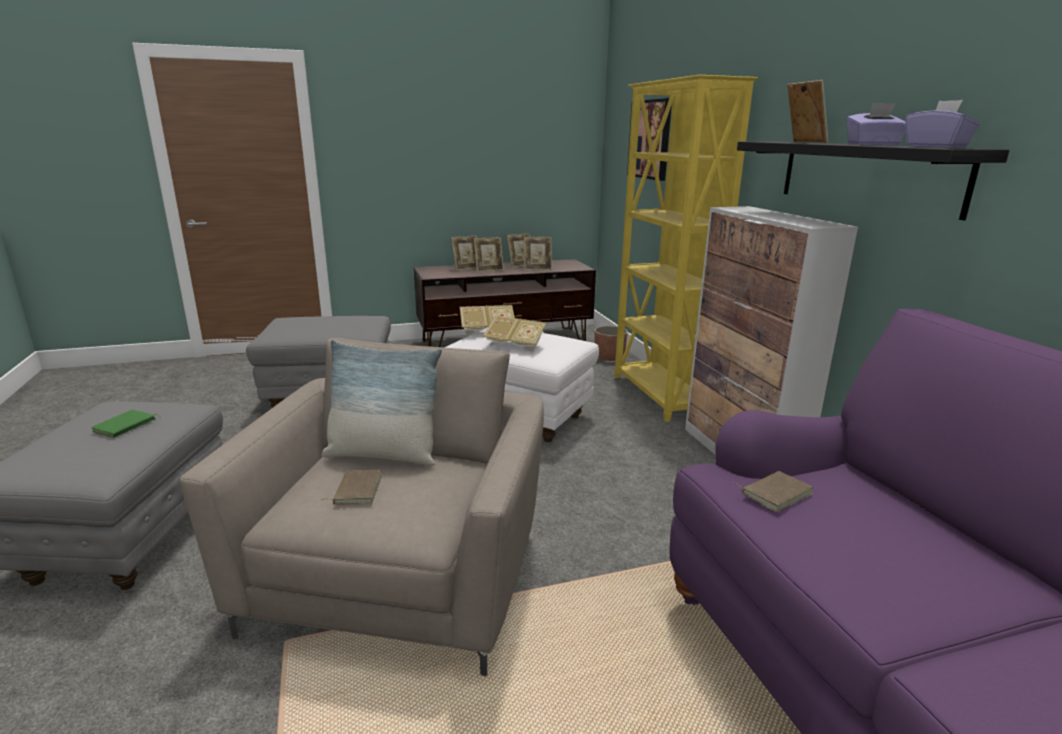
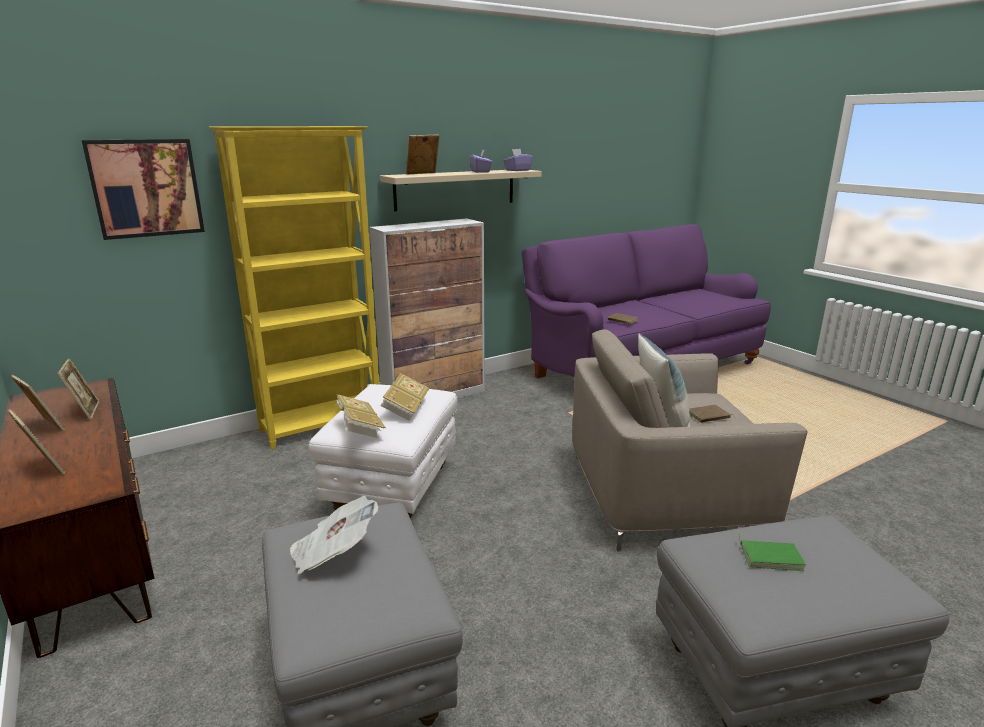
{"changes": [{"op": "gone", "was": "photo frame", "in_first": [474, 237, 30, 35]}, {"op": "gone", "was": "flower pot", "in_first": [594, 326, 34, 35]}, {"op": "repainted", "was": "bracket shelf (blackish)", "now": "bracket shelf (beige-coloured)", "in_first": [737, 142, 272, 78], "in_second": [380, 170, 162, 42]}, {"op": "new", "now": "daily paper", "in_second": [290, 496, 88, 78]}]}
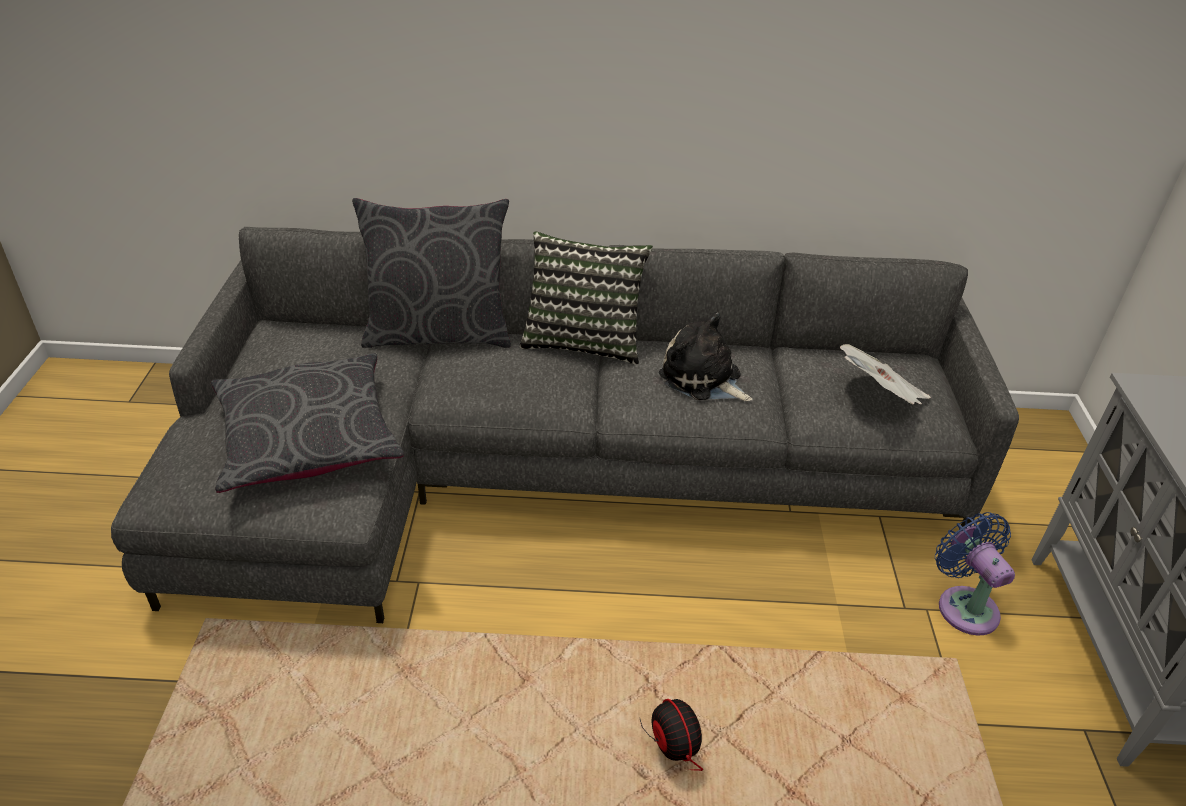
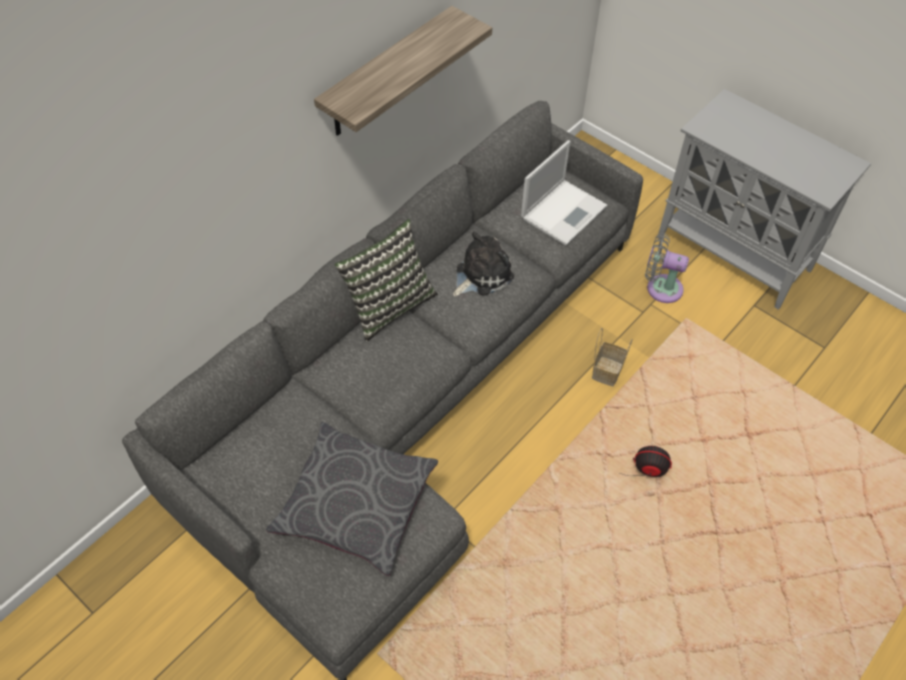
{"changes": [{"op": "gone", "was": "cushion (gray)", "in_first": [352, 198, 159, 150]}, {"op": "rotated", "was": "soft toy", "in_first": [659, 312, 93, 89], "in_second": [453, 232, 61, 65], "clockwise": 150}, {"op": "swapped", "was": "daily paper", "now": "notebook computer", "in_first": [840, 344, 91, 60], "in_second": [521, 140, 86, 105]}, {"op": "repainted", "was": "fan (blue)", "now": "fan (gray)", "in_first": [935, 512, 80, 124], "in_second": [645, 233, 44, 70]}, {"op": "new", "now": "bracket shelf", "in_second": [314, 6, 178, 130]}, {"op": "new", "now": "basket", "in_second": [592, 328, 40, 58]}]}
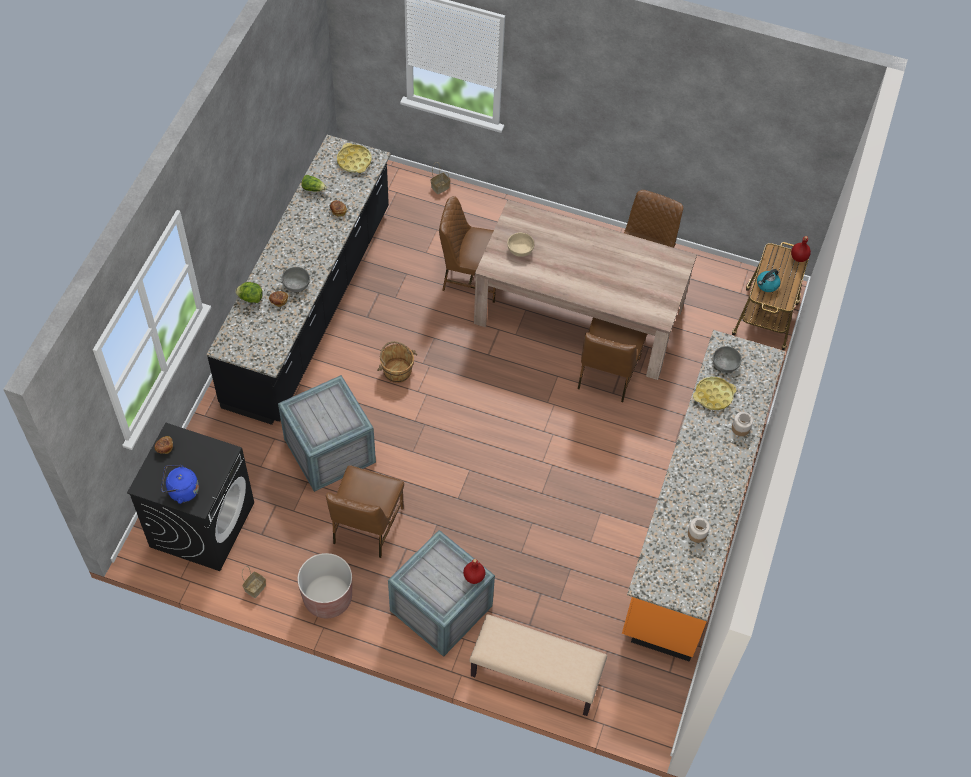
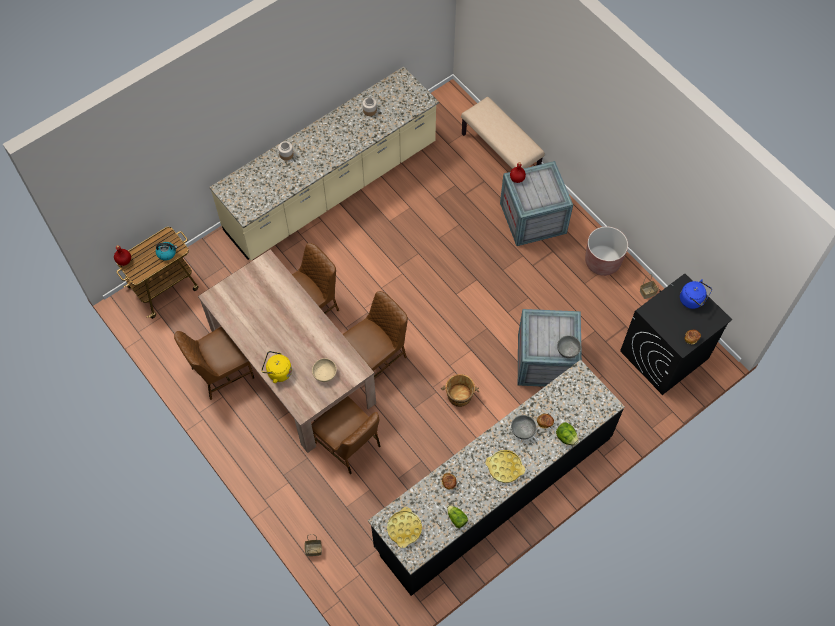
{"changes": [{"op": "shifted", "was": "upright chair (brown-coloured)", "in_first": [326, 465, 78, 93], "in_second": [342, 291, 66, 87]}, {"op": "repainted", "was": "kitchen base unit (orange-coloured)", "now": "kitchen base unit (beige-coloured)", "in_first": [622, 330, 163, 332], "in_second": [209, 67, 230, 193]}, {"op": "shifted", "was": "carrying tray (yellow)", "in_first": [693, 377, 43, 33], "in_second": [486, 450, 39, 33]}, {"op": "shifted", "was": "bowl (gray)", "in_first": [713, 346, 28, 27], "in_second": [557, 335, 24, 23]}, {"op": "new", "now": "tea kettle (yellow)", "in_second": [261, 351, 31, 32]}]}
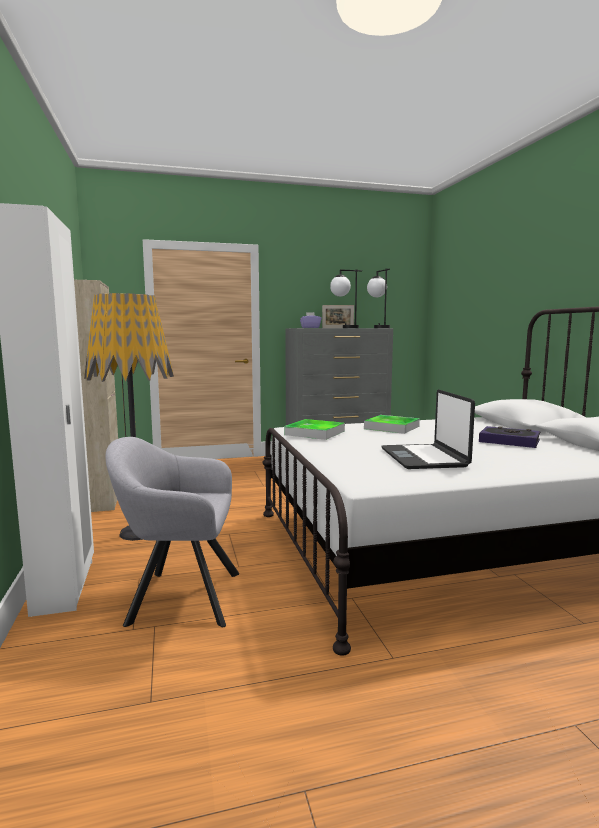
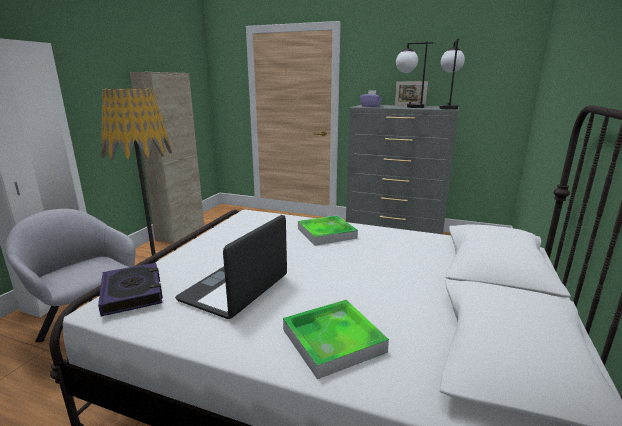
{"changes": [{"op": "shifted", "was": "carrying tray", "in_first": [284, 419, 61, 21], "in_second": [283, 300, 106, 79]}, {"op": "shifted", "was": "volume", "in_first": [479, 426, 61, 22], "in_second": [98, 263, 65, 54]}]}
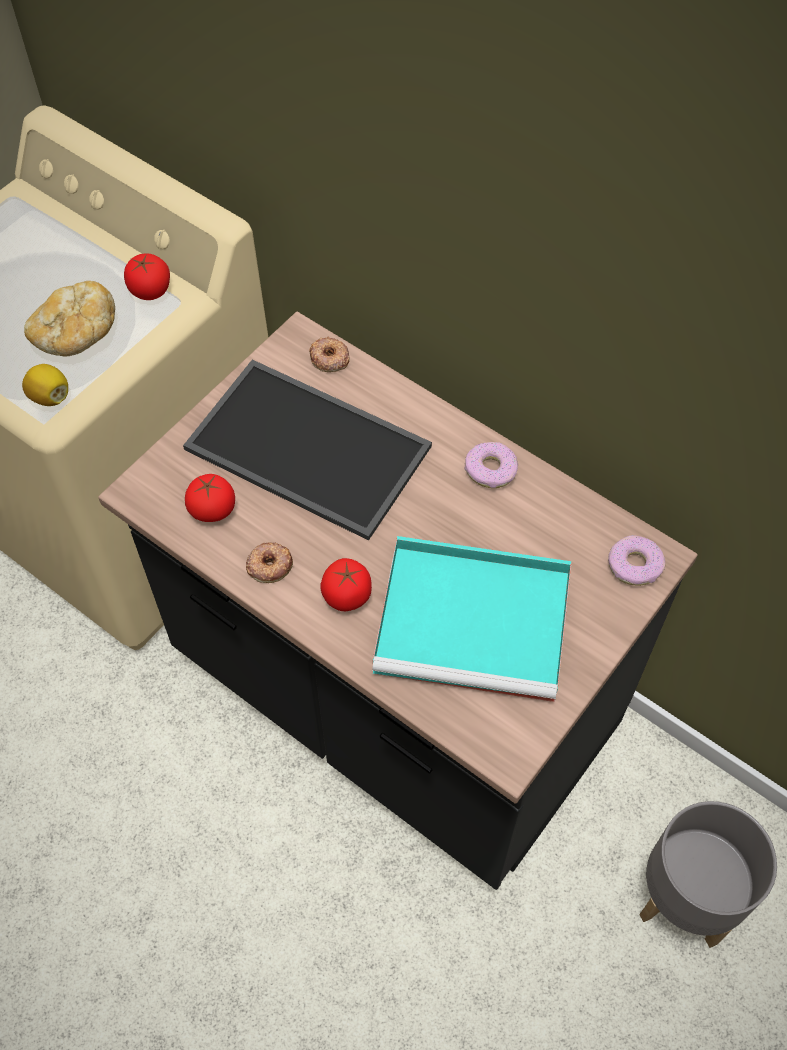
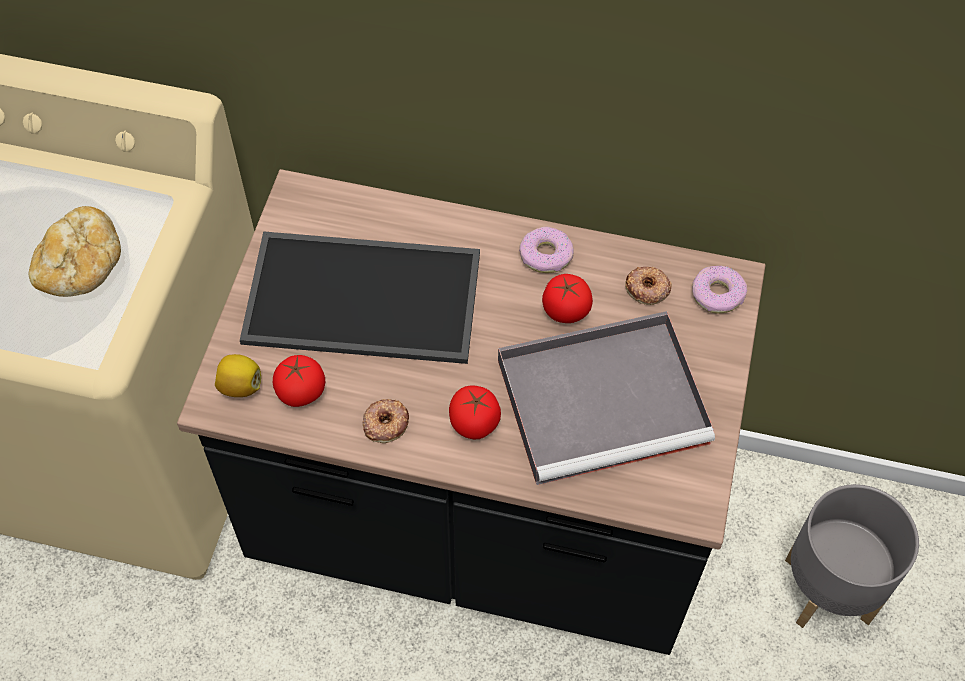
{"changes": [{"op": "shifted", "was": "lemon", "in_first": [22, 364, 46, 42], "in_second": [215, 354, 46, 43]}, {"op": "shifted", "was": "tomato", "in_first": [124, 254, 46, 46], "in_second": [542, 274, 51, 49]}, {"op": "shifted", "was": "donut", "in_first": [309, 337, 41, 35], "in_second": [625, 267, 47, 38]}, {"op": "repainted", "was": "carrying tray (turquoise)", "now": "carrying tray (gray)", "in_first": [372, 536, 200, 166], "in_second": [498, 311, 217, 174]}]}
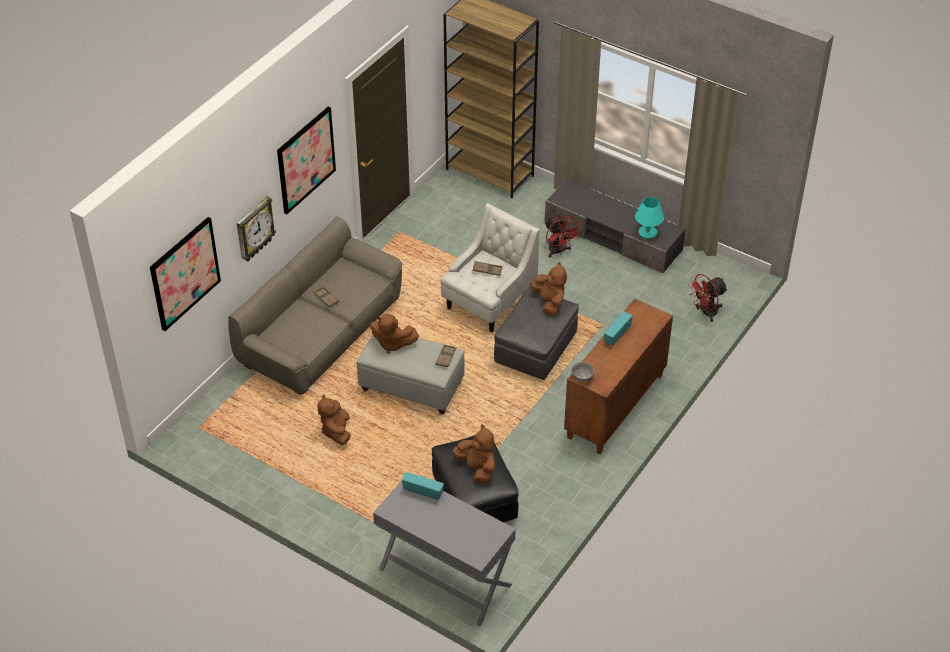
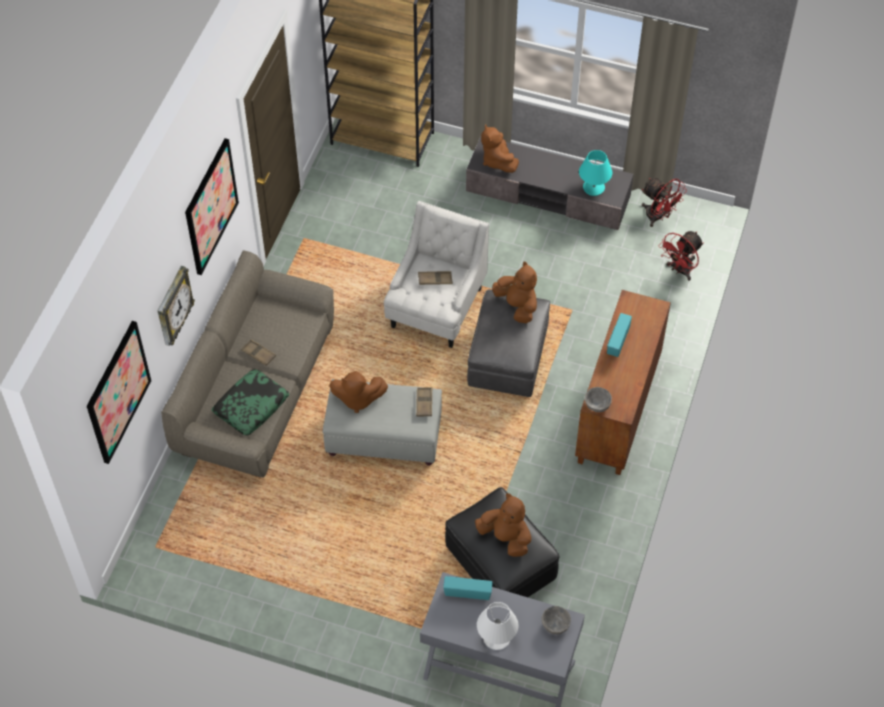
{"changes": [{"op": "shifted", "was": "soft toy (brown-coloured)", "in_first": [318, 395, 33, 50], "in_second": [481, 124, 38, 49]}, {"op": "shifted", "was": "fan (red)", "in_first": [545, 214, 33, 44], "in_second": [642, 178, 45, 49]}, {"op": "new", "now": "cushion", "in_second": [212, 369, 77, 67]}, {"op": "new", "now": "table lamp (white)", "in_second": [477, 602, 41, 48]}, {"op": "new", "now": "bowl (gray)", "in_second": [541, 606, 30, 28]}]}
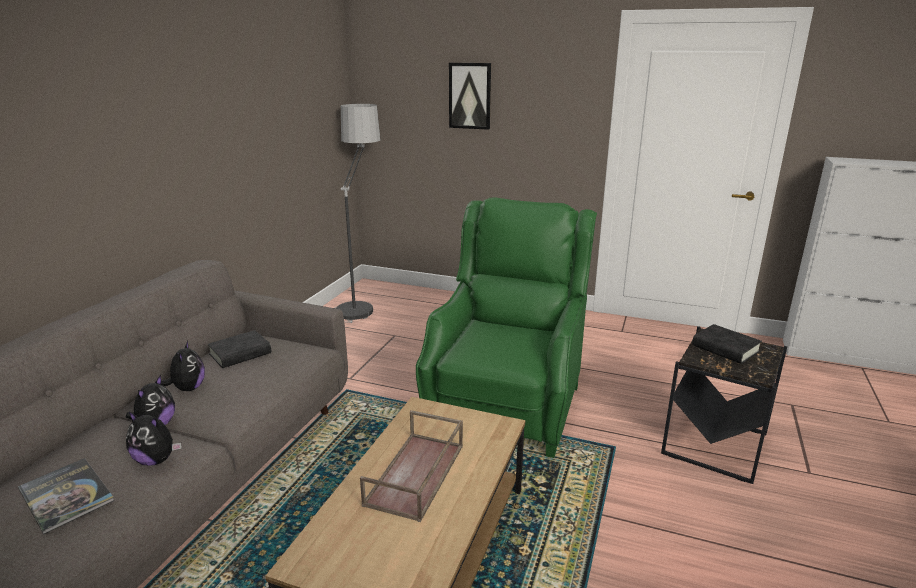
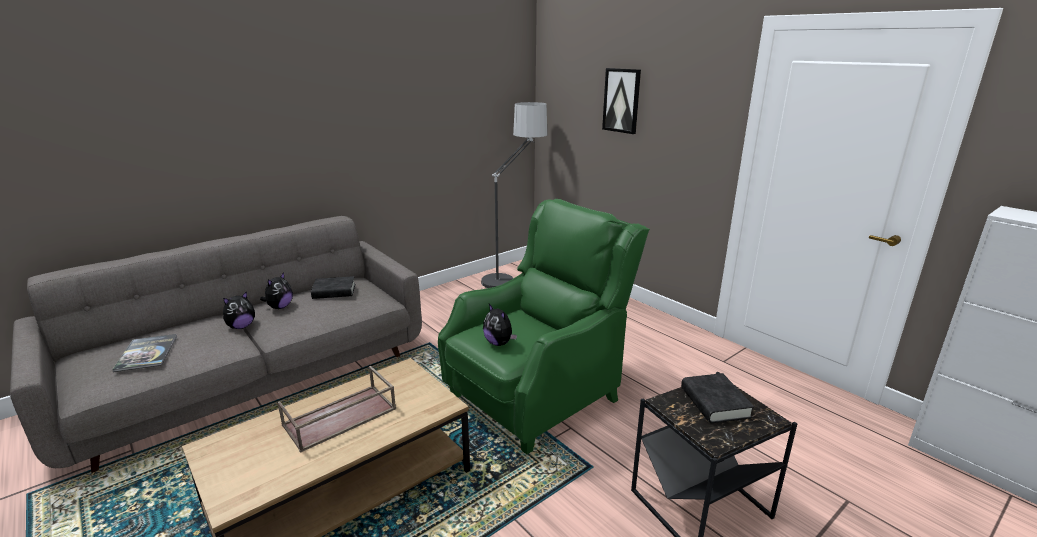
{"changes": [{"op": "shifted", "was": "soft toy", "in_first": [126, 411, 56, 55], "in_second": [483, 304, 34, 42]}]}
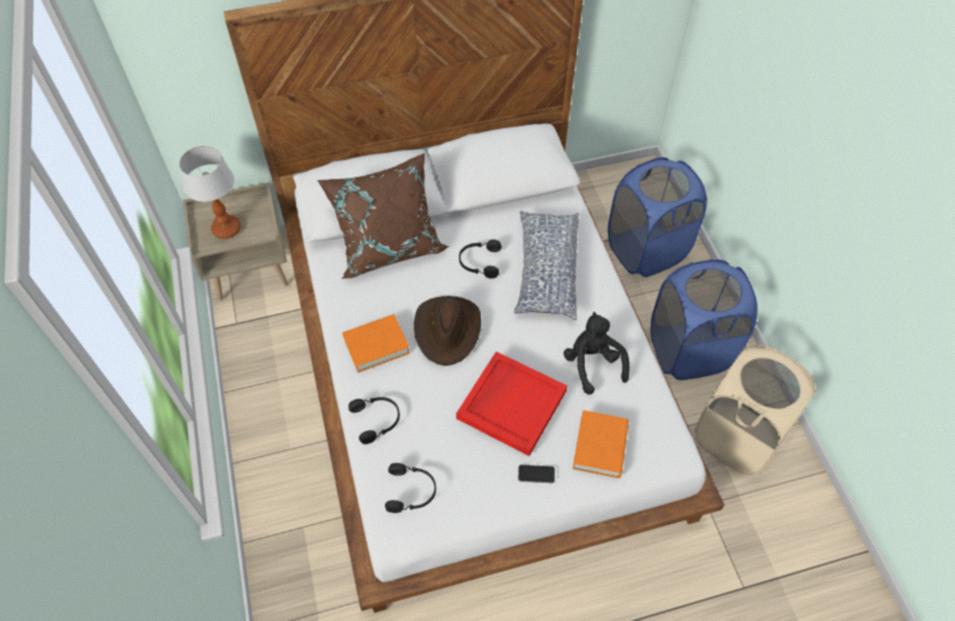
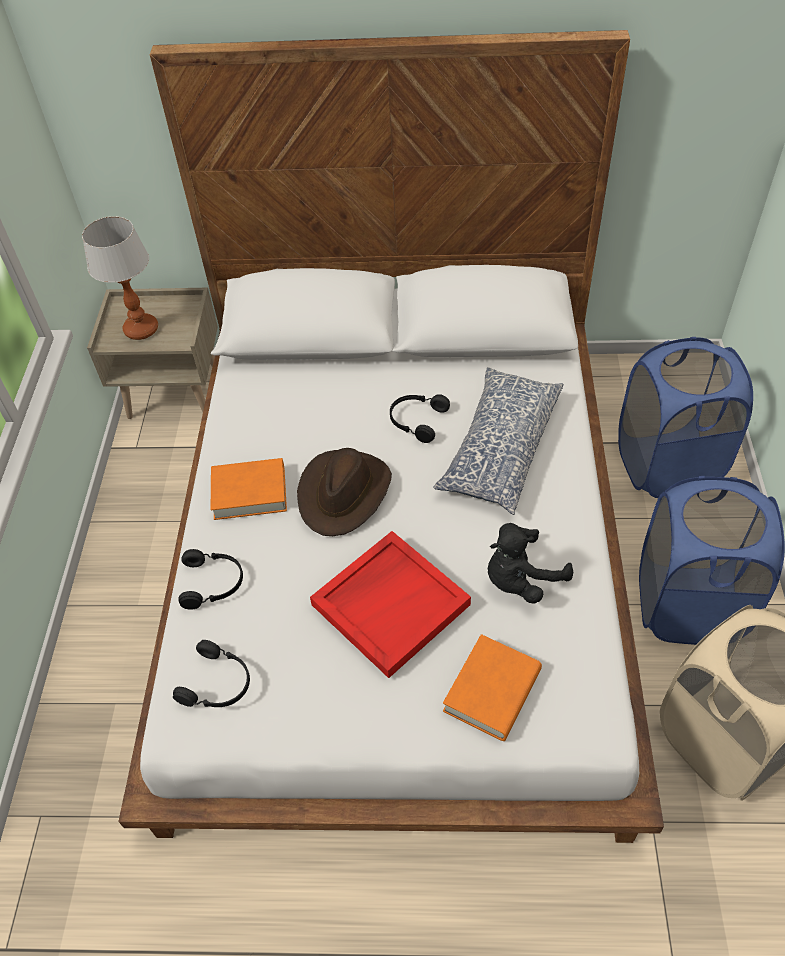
{"changes": [{"op": "gone", "was": "cushion (brown-coloured)", "in_first": [317, 153, 133, 126]}, {"op": "gone", "was": "handset", "in_first": [518, 465, 37, 18]}, {"op": "rotated", "was": "soft toy (blackish)", "in_first": [563, 312, 67, 83], "in_second": [488, 523, 85, 81], "clockwise": -120}]}
